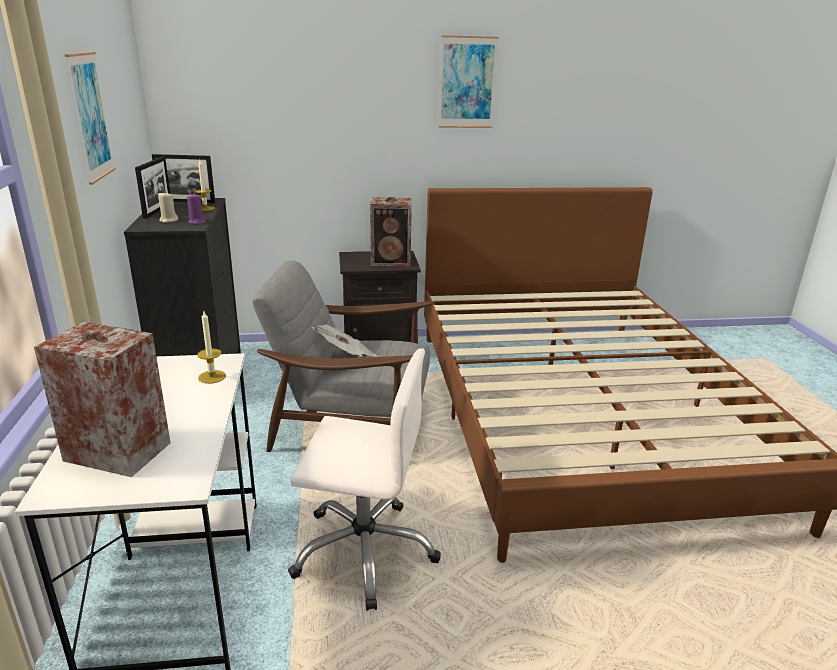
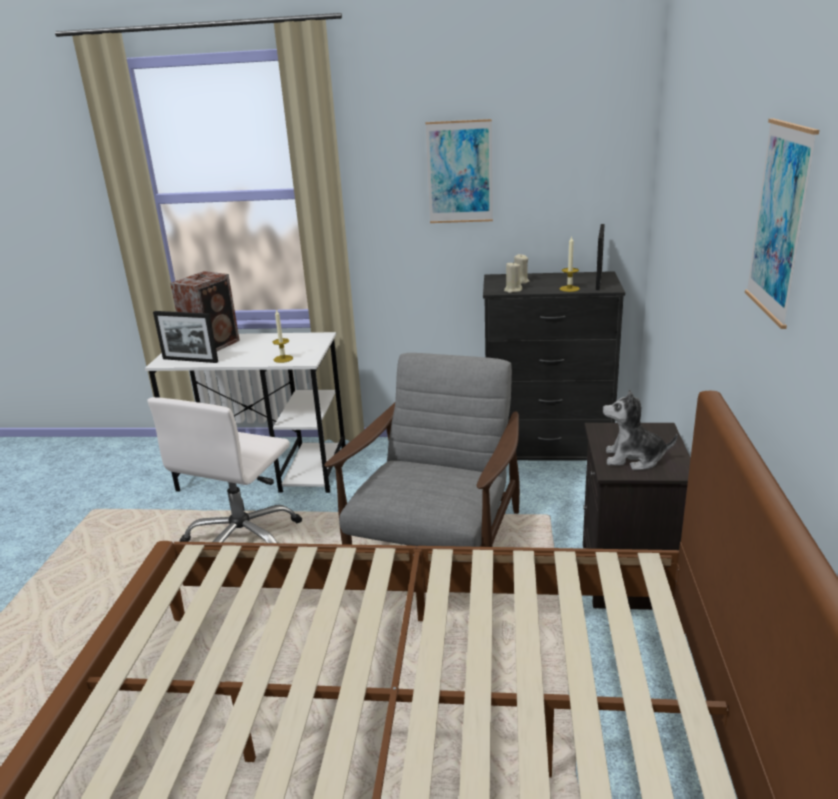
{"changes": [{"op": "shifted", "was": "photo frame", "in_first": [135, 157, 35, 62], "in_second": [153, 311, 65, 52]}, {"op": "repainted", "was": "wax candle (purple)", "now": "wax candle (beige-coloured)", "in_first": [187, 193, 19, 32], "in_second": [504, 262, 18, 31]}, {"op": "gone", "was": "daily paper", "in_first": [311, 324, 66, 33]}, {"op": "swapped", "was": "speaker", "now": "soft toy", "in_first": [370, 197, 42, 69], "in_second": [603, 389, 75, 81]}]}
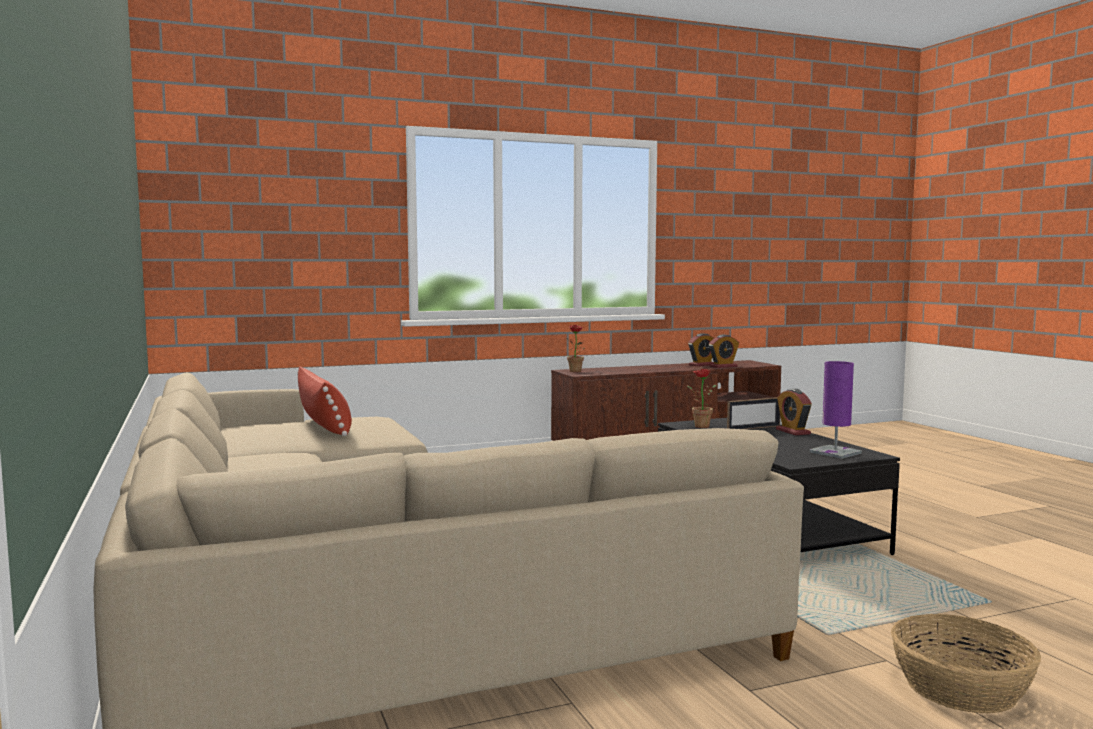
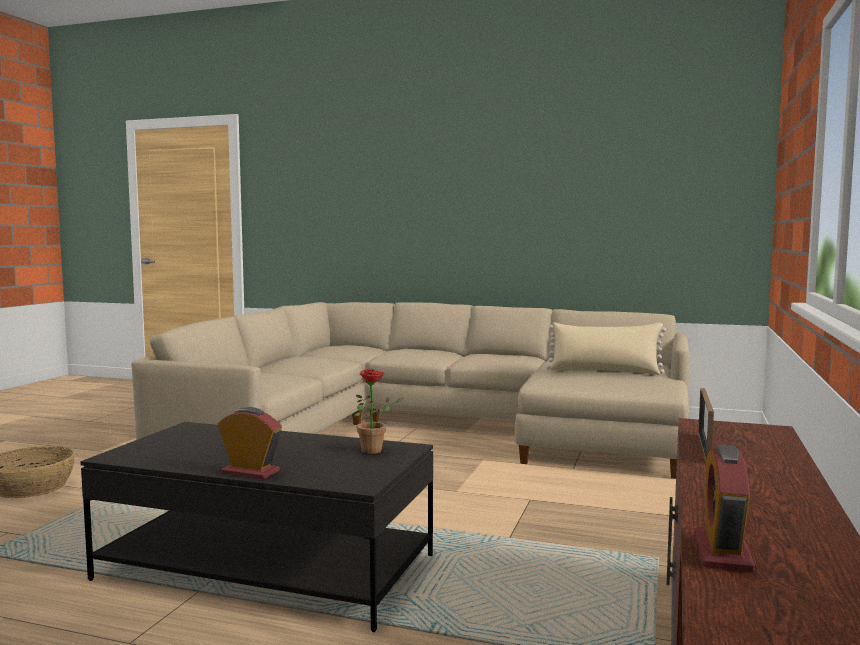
{"changes": [{"op": "repainted", "was": "cushion (red)", "now": "cushion (beige-coloured)", "in_first": [297, 366, 55, 70], "in_second": [546, 322, 120, 53]}, {"op": "gone", "was": "plant in a pot", "in_first": [567, 325, 19, 47]}, {"op": "gone", "was": "table clock", "in_first": [688, 333, 26, 33]}, {"op": "shifted", "was": "photo frame", "in_first": [727, 397, 53, 32], "in_second": [698, 388, 16, 73]}, {"op": "gone", "was": "table lamp (purple)", "in_first": [809, 361, 53, 98]}]}
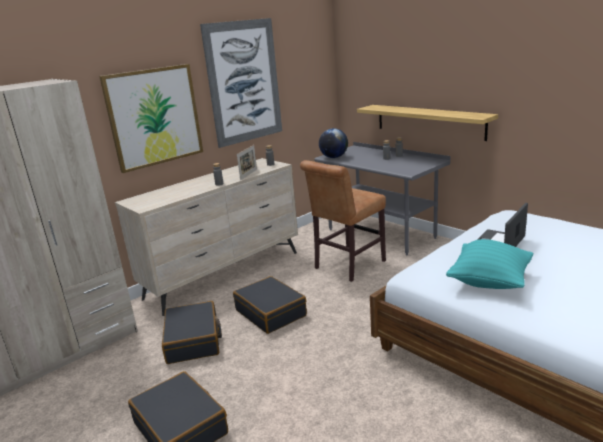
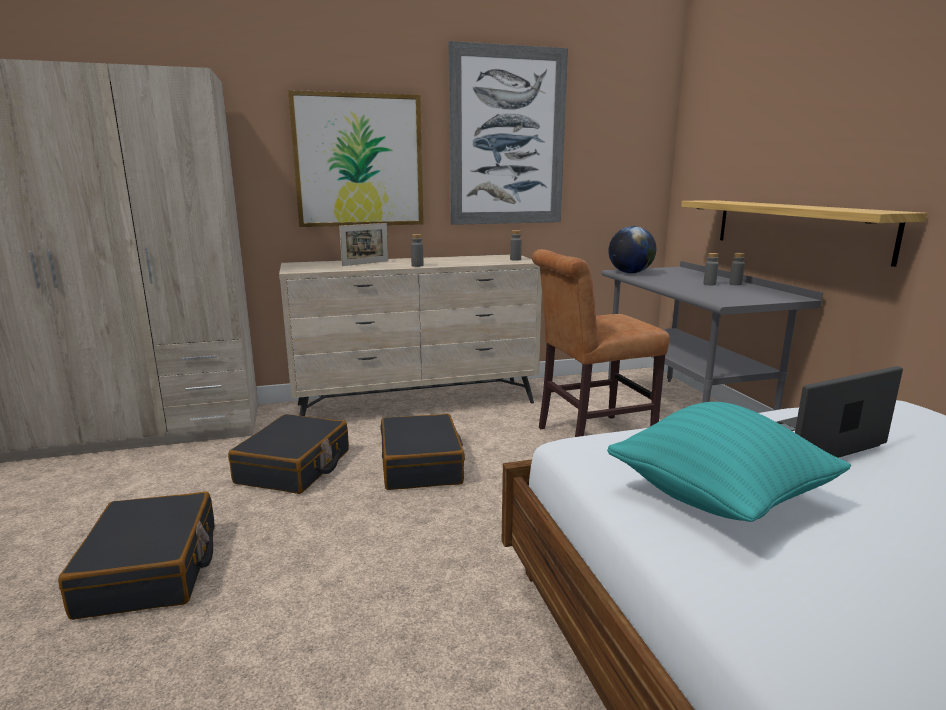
{"changes": [{"op": "shifted", "was": "photo frame", "in_first": [237, 145, 20, 35], "in_second": [339, 223, 49, 43]}]}
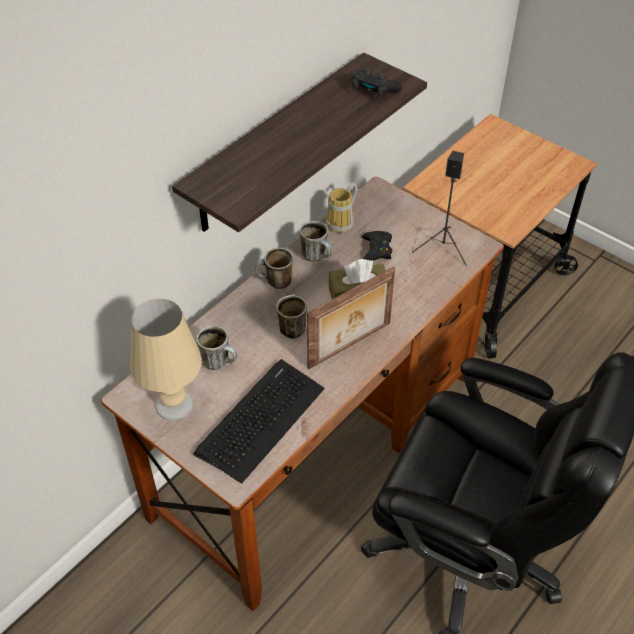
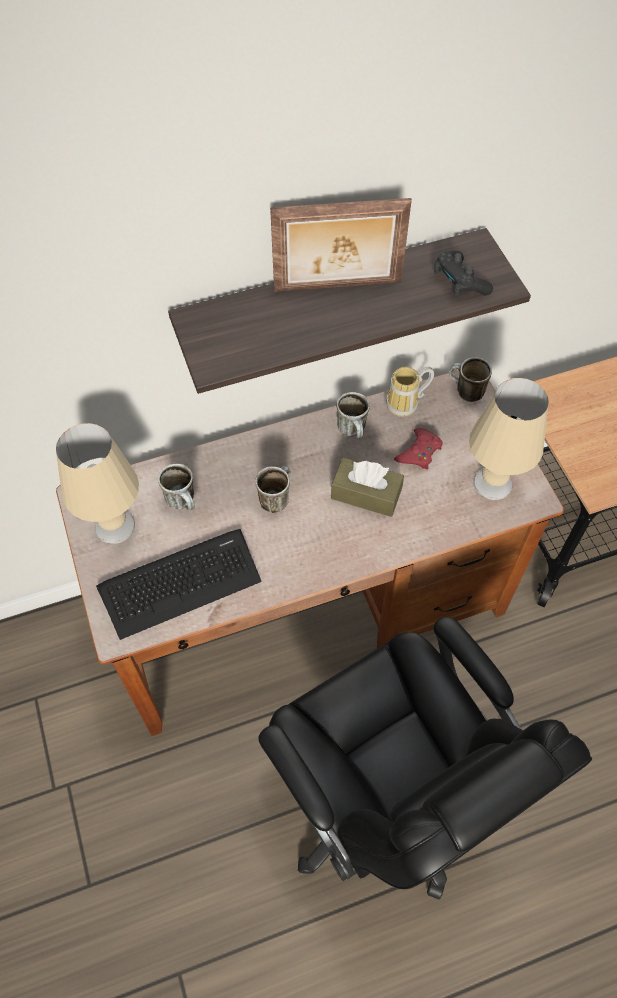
{"changes": [{"op": "shifted", "was": "tea mug", "in_first": [255, 247, 38, 42], "in_second": [449, 357, 43, 45]}, {"op": "shifted", "was": "photo frame", "in_first": [307, 267, 88, 102], "in_second": [270, 198, 142, 94]}, {"op": "repainted", "was": "game controller (blackish)", "now": "game controller (red)", "in_first": [362, 231, 30, 30], "in_second": [394, 428, 49, 42]}, {"op": "swapped", "was": "speaker (blackish)", "now": "table lamp (beige-coloured)", "in_first": [412, 151, 55, 114], "in_second": [469, 378, 80, 122]}]}
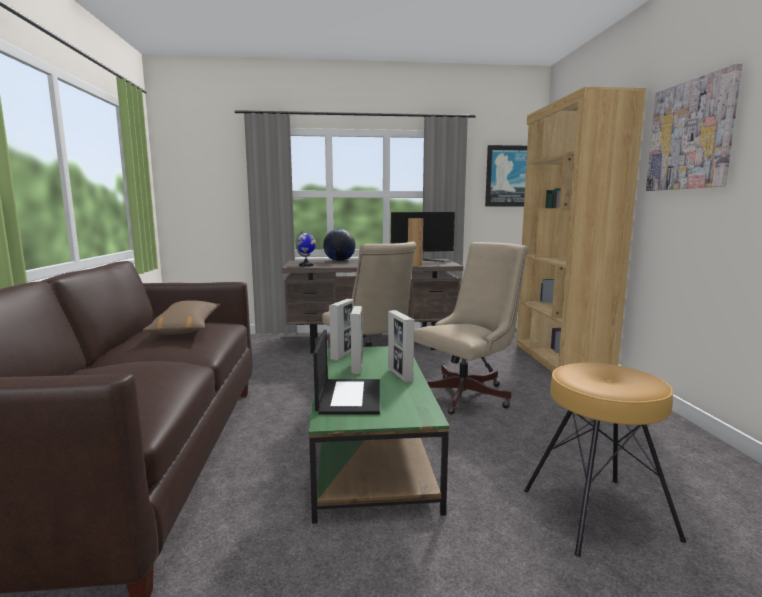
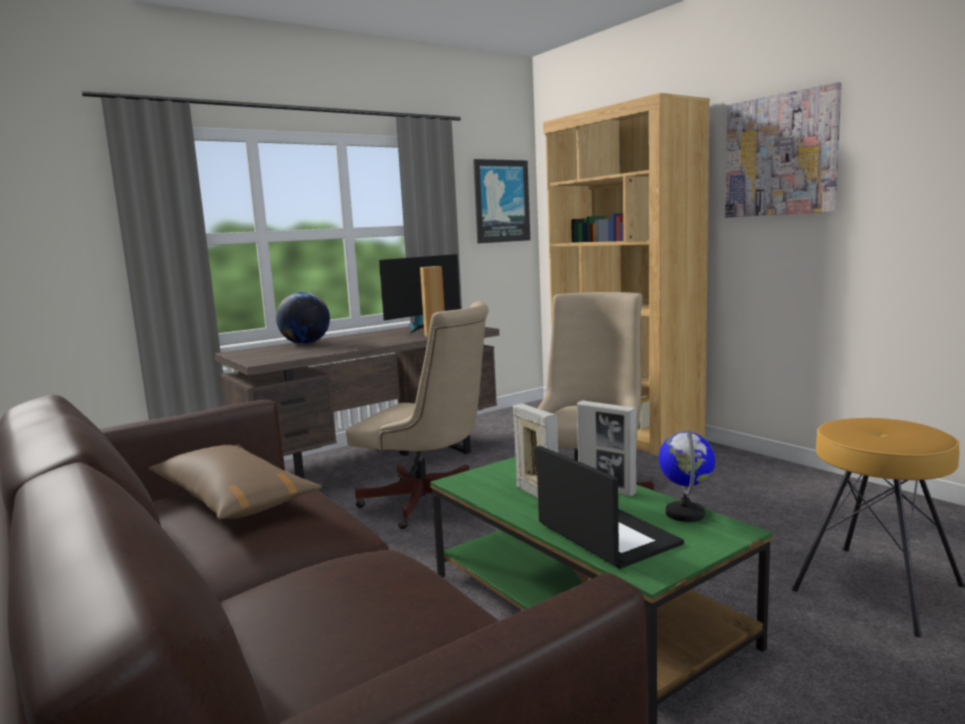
{"changes": [{"op": "shifted", "was": "world globe", "in_first": [295, 231, 21, 36], "in_second": [659, 430, 56, 92]}, {"op": "gone", "was": "photo frame", "in_first": [329, 299, 25, 62]}]}
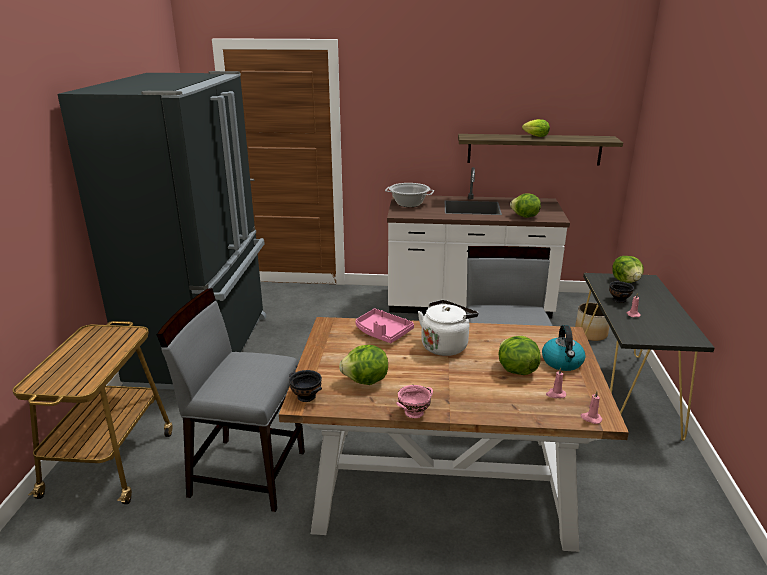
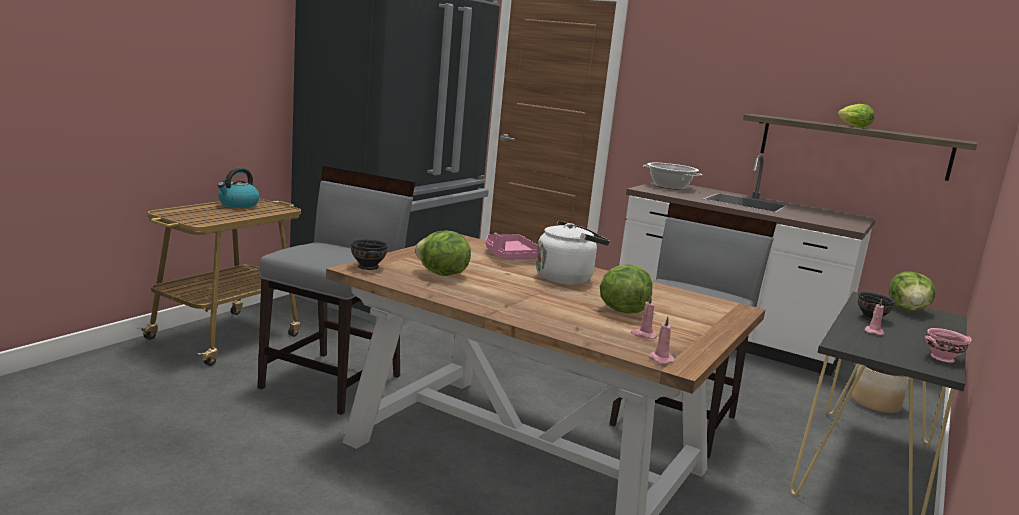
{"changes": [{"op": "rotated", "was": "upright chair (gray)", "in_first": [157, 288, 148, 224], "in_second": [258, 166, 157, 249], "clockwise": 75}, {"op": "shifted", "was": "bowl (pinkish)", "in_first": [396, 385, 37, 33], "in_second": [925, 328, 47, 35]}, {"op": "gone", "was": "lettuce head", "in_first": [510, 193, 31, 25]}, {"op": "shifted", "was": "tea kettle", "in_first": [542, 325, 44, 46], "in_second": [218, 168, 42, 40]}]}
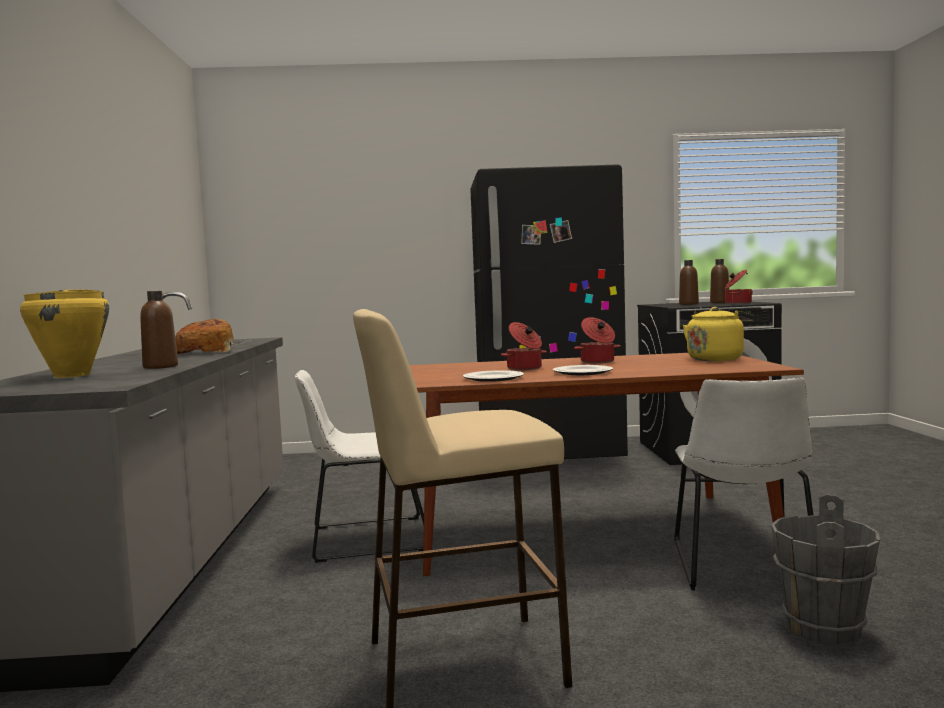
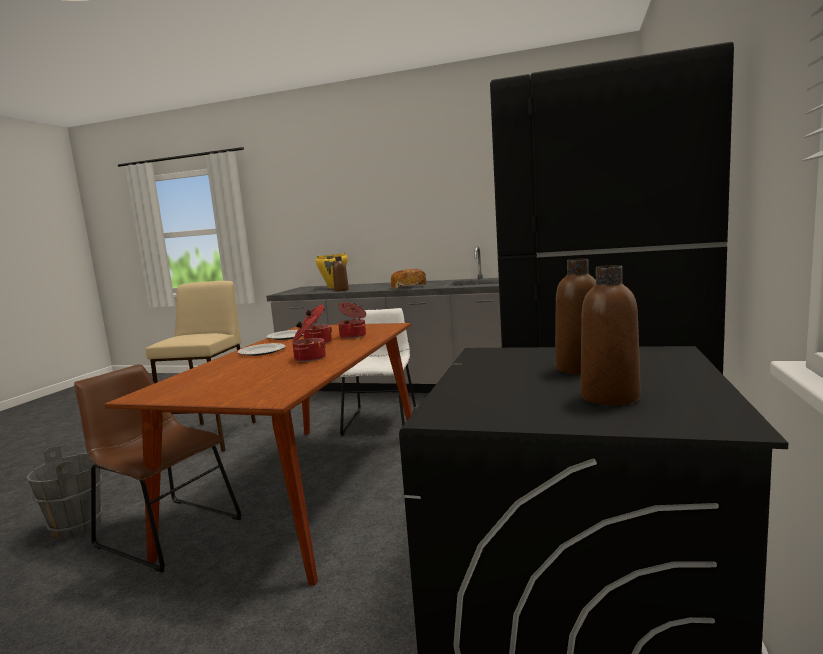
{"changes": [{"op": "repainted", "was": "upright chair (white)", "now": "upright chair (brown-coloured)", "in_first": [674, 378, 139, 212], "in_second": [74, 364, 168, 209]}, {"op": "gone", "was": "tea kettle (yellow)", "in_first": [683, 307, 71, 54]}, {"op": "shifted", "was": "stockpot", "in_first": [725, 269, 28, 35], "in_second": [338, 302, 28, 37]}]}
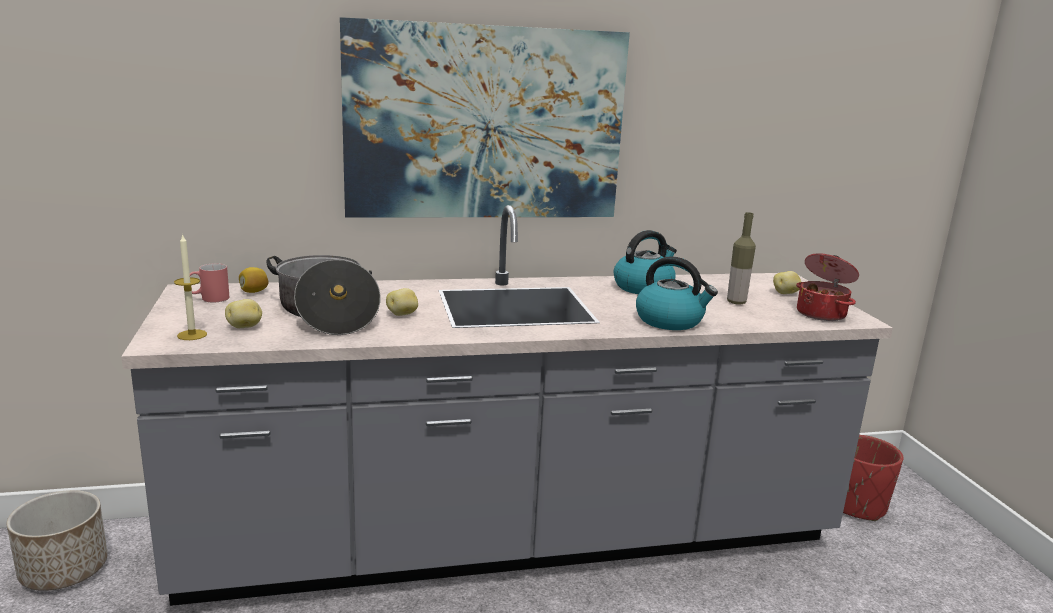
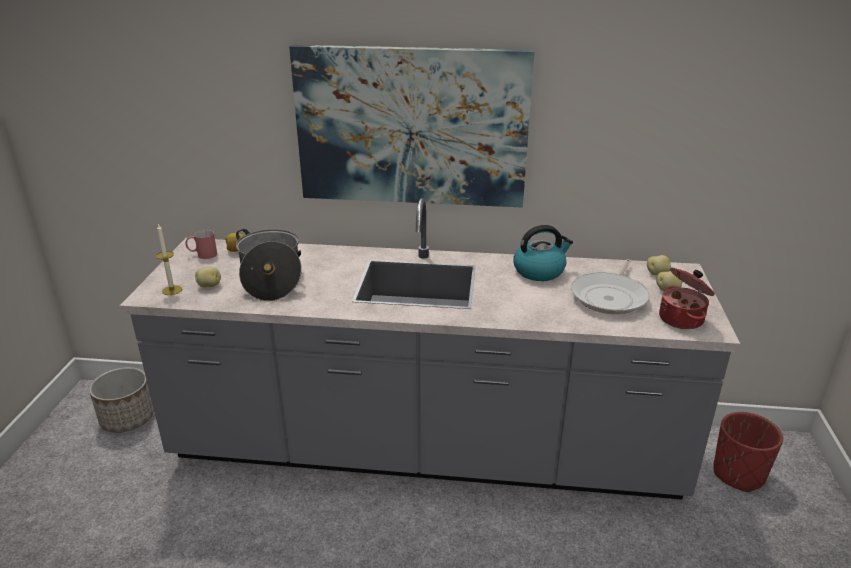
{"changes": [{"op": "shifted", "was": "potato", "in_first": [386, 288, 32, 28], "in_second": [647, 255, 24, 20]}, {"op": "gone", "was": "tea kettle", "in_first": [636, 256, 82, 74]}, {"op": "swapped", "was": "drink bottle", "now": "frying pan", "in_first": [727, 212, 29, 92], "in_second": [571, 259, 79, 56]}]}
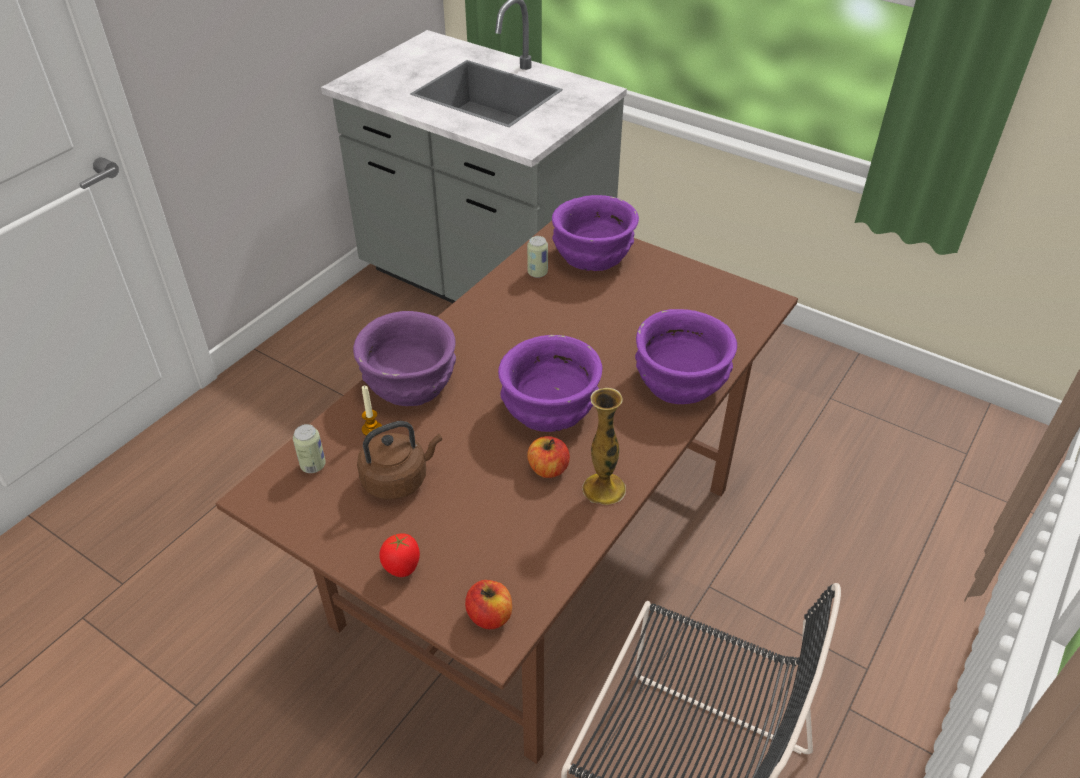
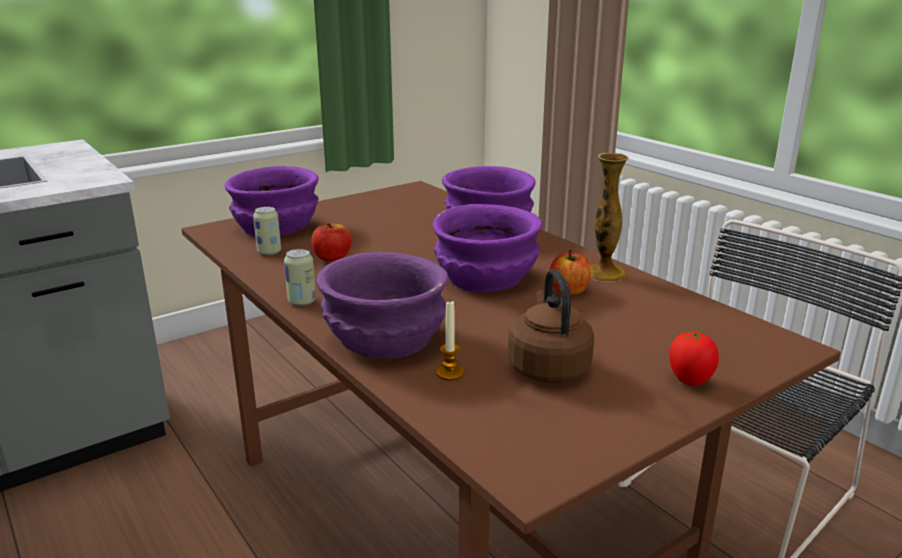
{"changes": [{"op": "shifted", "was": "metal can", "in_first": [293, 424, 33, 49], "in_second": [284, 249, 32, 57]}, {"op": "shifted", "was": "apple fruit", "in_first": [465, 580, 47, 49], "in_second": [311, 223, 40, 38]}]}
